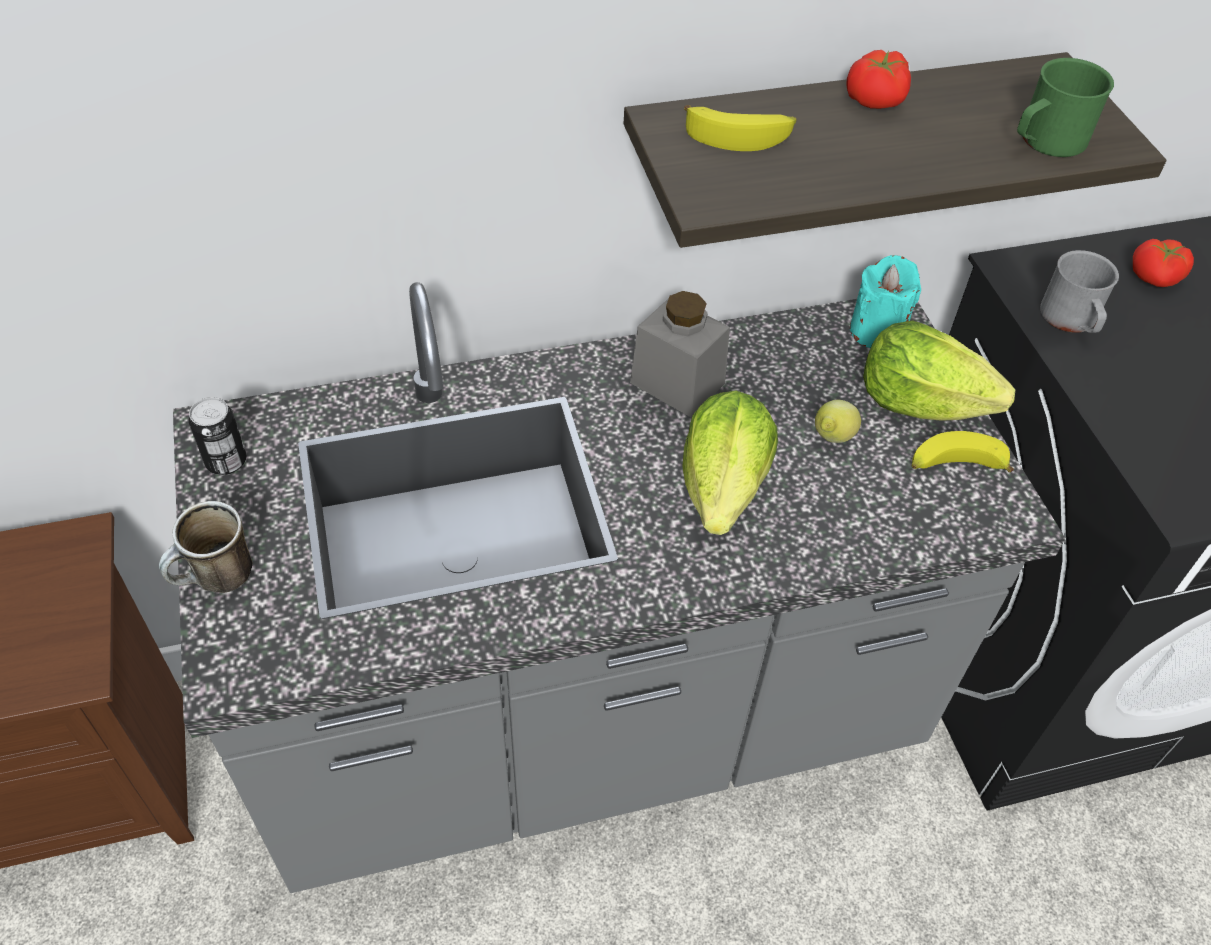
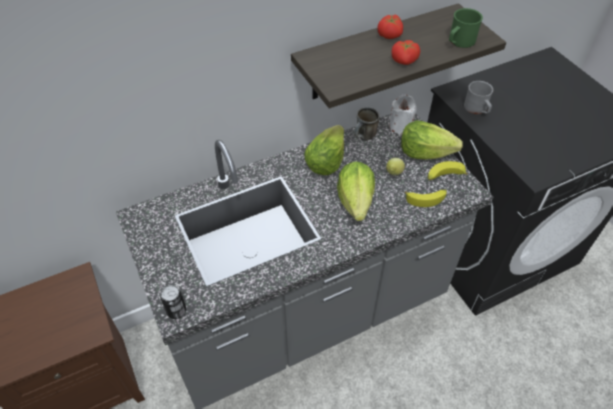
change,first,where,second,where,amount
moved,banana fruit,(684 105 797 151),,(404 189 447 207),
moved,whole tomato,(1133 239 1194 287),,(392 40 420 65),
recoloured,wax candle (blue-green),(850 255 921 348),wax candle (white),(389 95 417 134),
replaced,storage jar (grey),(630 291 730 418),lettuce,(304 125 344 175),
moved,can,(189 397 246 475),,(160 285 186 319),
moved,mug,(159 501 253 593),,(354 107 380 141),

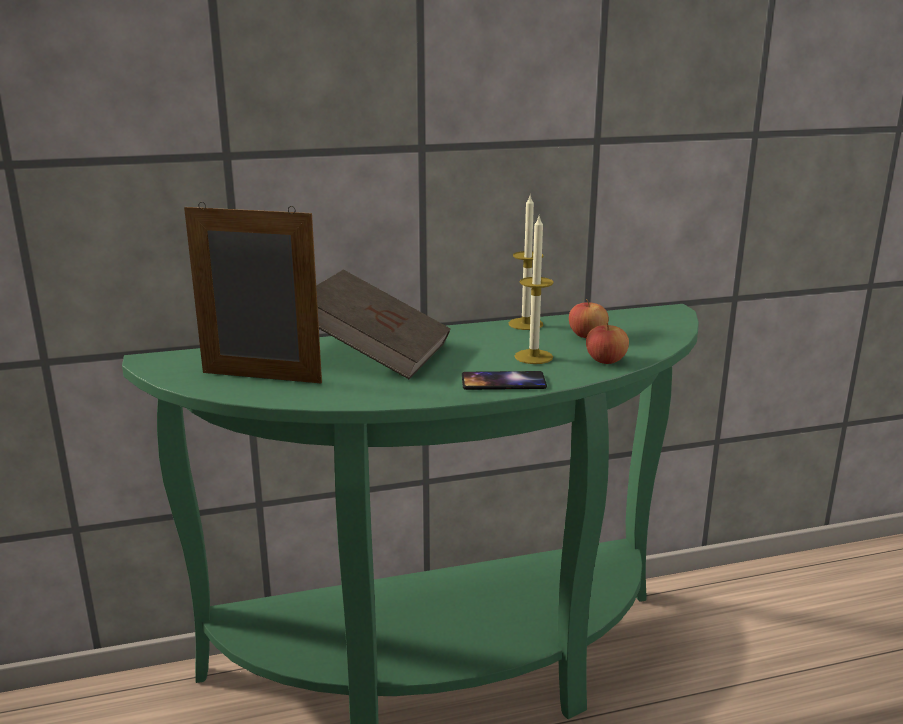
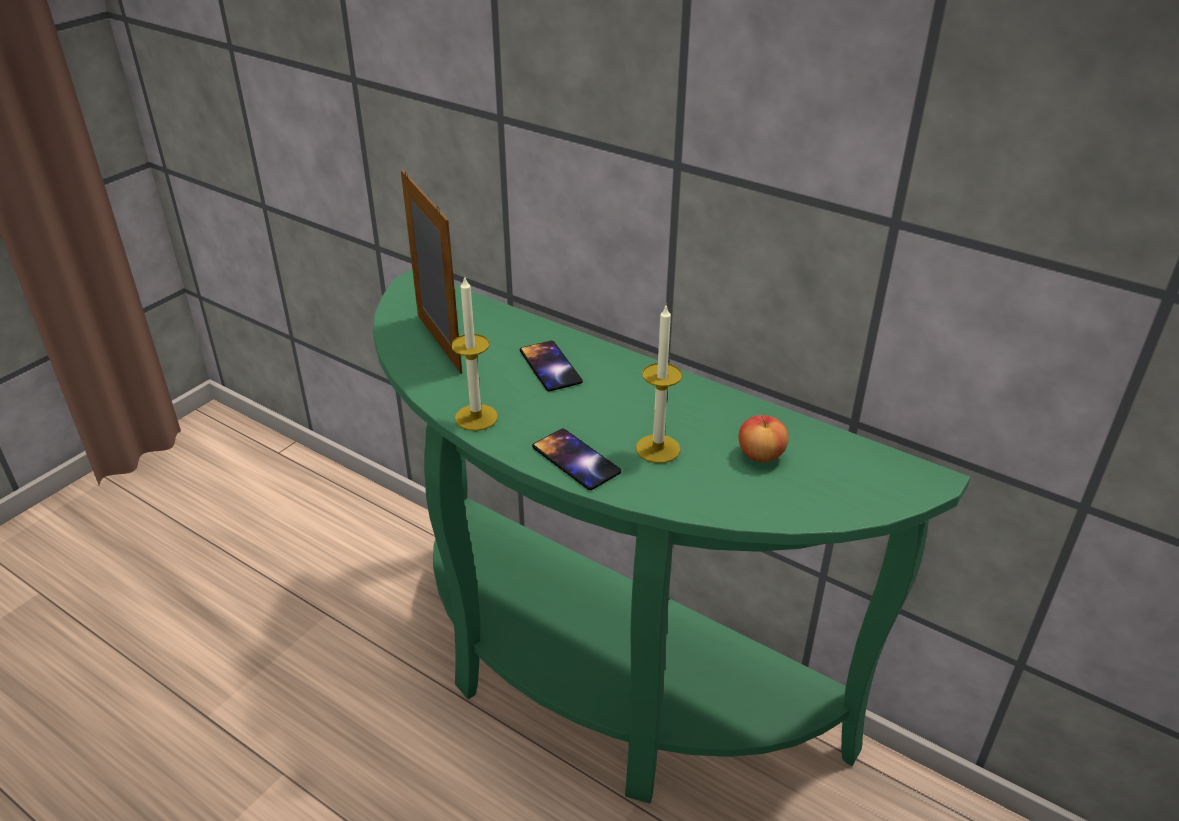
change,first,where,second,where,amount
moved,wax candle,(509 196 543 330),,(451 275 498 431),
replaced,book (brown-coloured),(316 270 451 379),phone,(520 341 583 391),
removed,whole apple,(586 322 629 364),,,

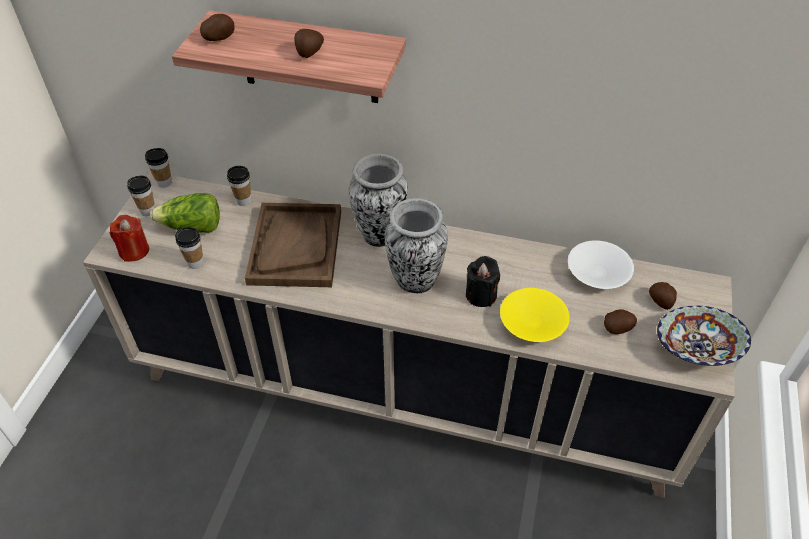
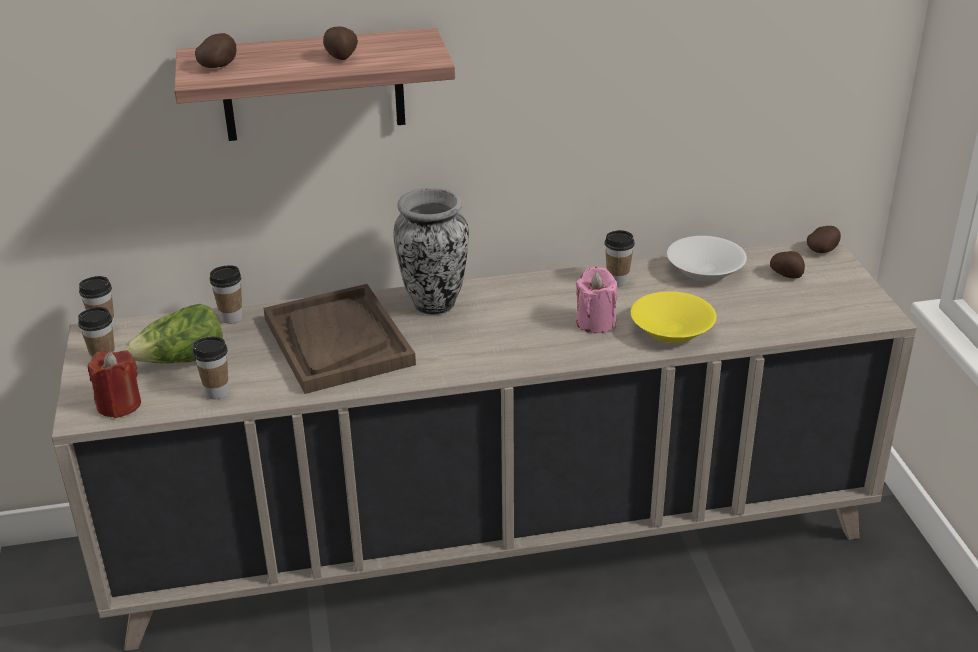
change,first,where,second,where,amount
removed,decorative vase,(385 198 448 293),,,
recoloured,wax candle (black),(466 256 500 307),wax candle (pink-coloured),(576 267 617 333),
removed,serving bowl,(657 306 751 366),,,
moved,potato,(604 309 637 334),,(807 226 841 253),
added,,,drinking cup,(605 230 635 286),

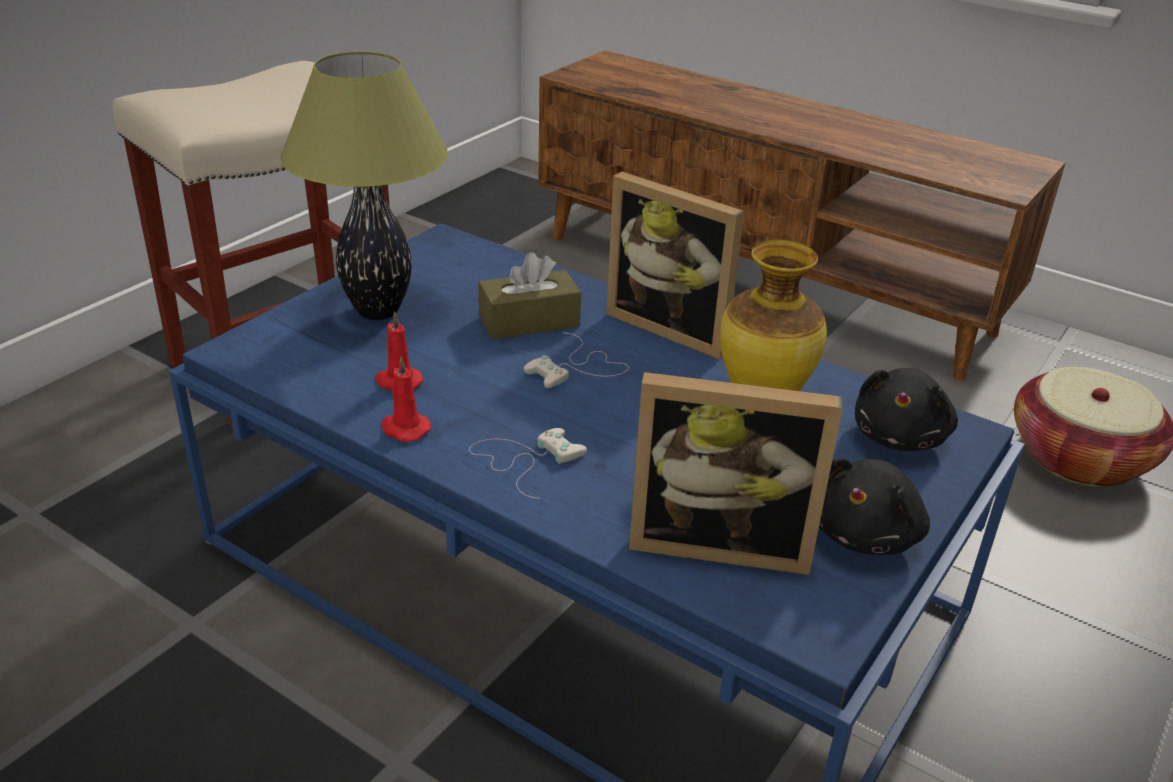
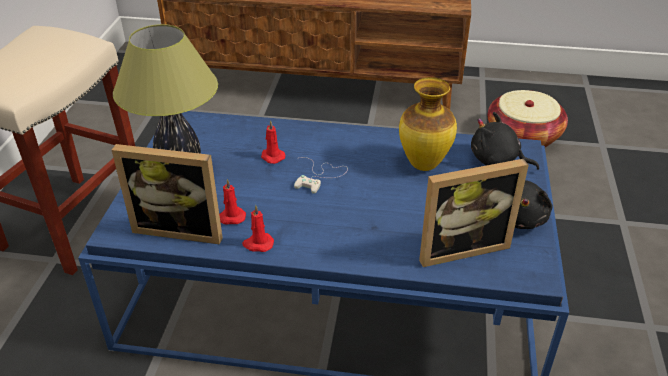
change,first,where,second,where,amount
moved,picture frame,(606 172 745 360),,(112 144 223 244),
replaced,tissue holder (brown-coloured),(478 252 581 340),wax candle (red),(261 120 286 164),
turned,plush toy (black),(855 368 958 451),,(471 112 539 170),120 degrees clockwise
removed,joypad (white),(469 428 587 499),,,

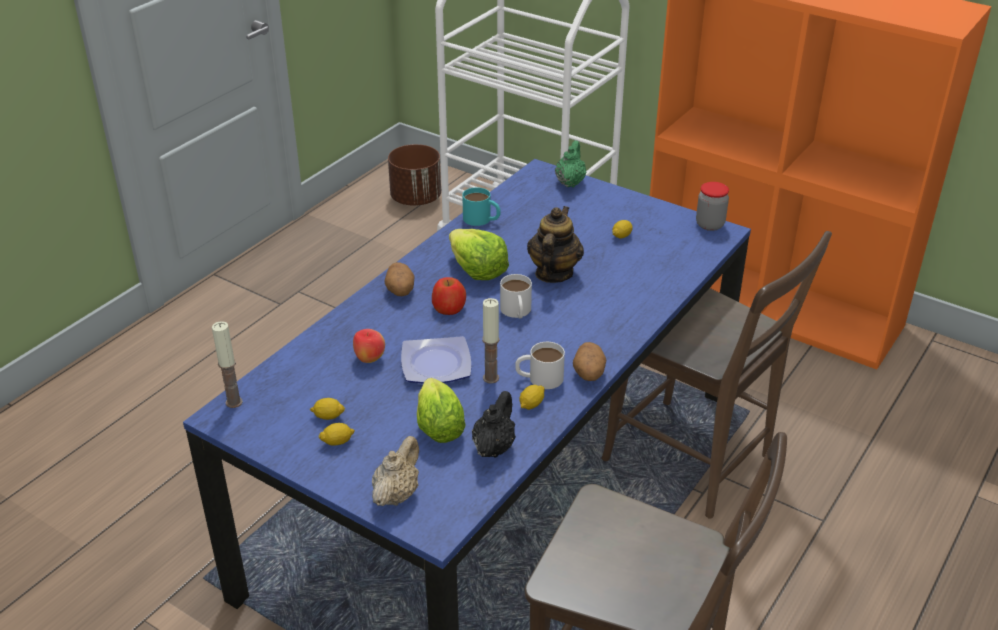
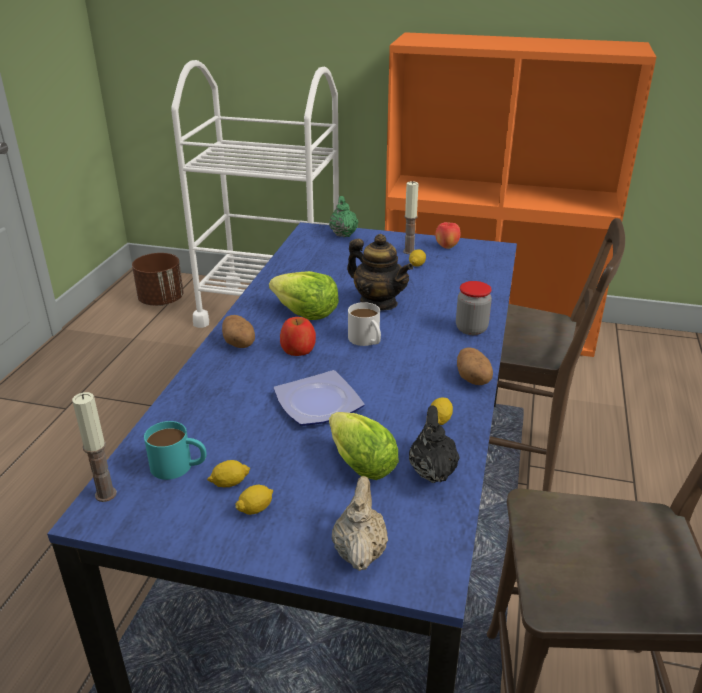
change,first,where,second,where,amount
moved,storage jar,(696 182 729 231),,(456 281 492 335),
moved,mug (blue-green),(462 187 501 226),,(144 421 207 480),
turned,tea pot,(527 206 584 283),,(347 234 413 311),135 degrees clockwise
moved,wax candle,(482 298 500 384),,(403 181 418 254),
moved,whole apple,(353 329 385 363),,(435 222 460 249),
removed,mug (white),(515 342 565 389),,,

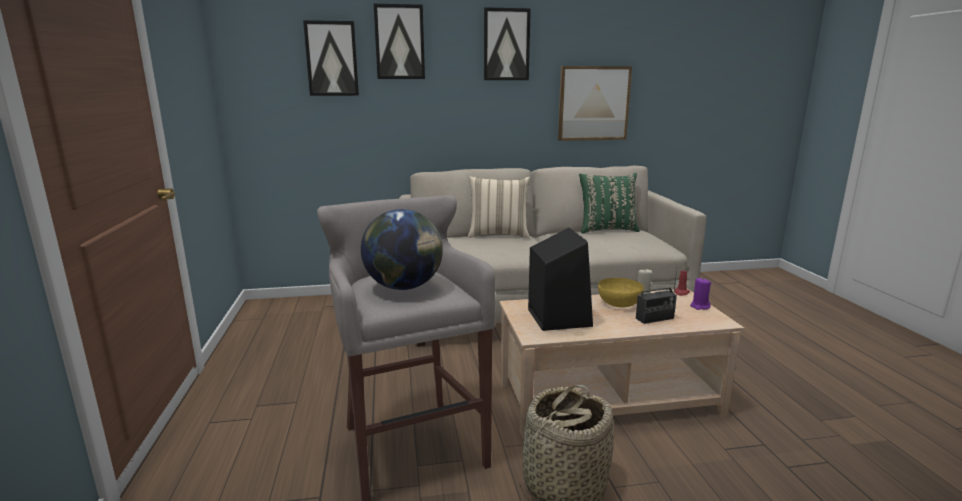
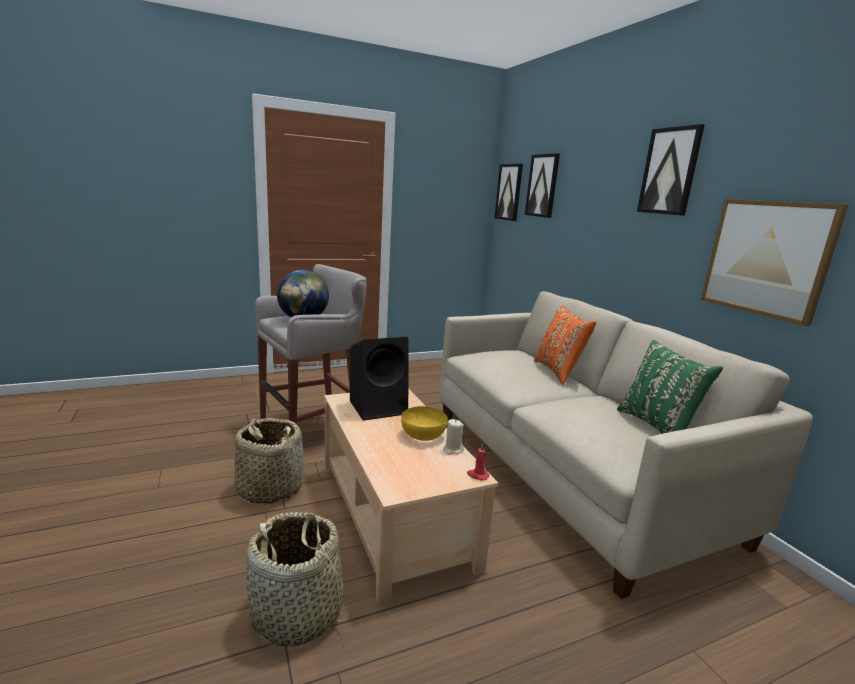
change,first,where,second,where,amount
moved,wall picture,(374 4 425 79),,(495 164 523 221),
recoloured,pillow (beige-coloured),(468 176 530 238),pillow (orangey),(534 305 596 385),
removed,radio receiver,(636 267 677 324),,,
removed,wax candle (purple),(690 278 711 310),,,
added,,,storage basket,(246 512 352 647),

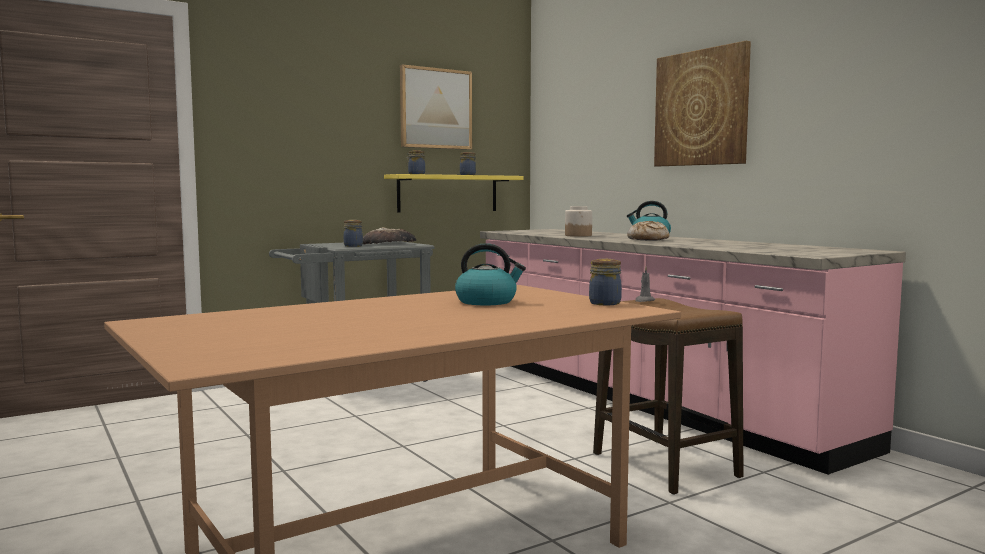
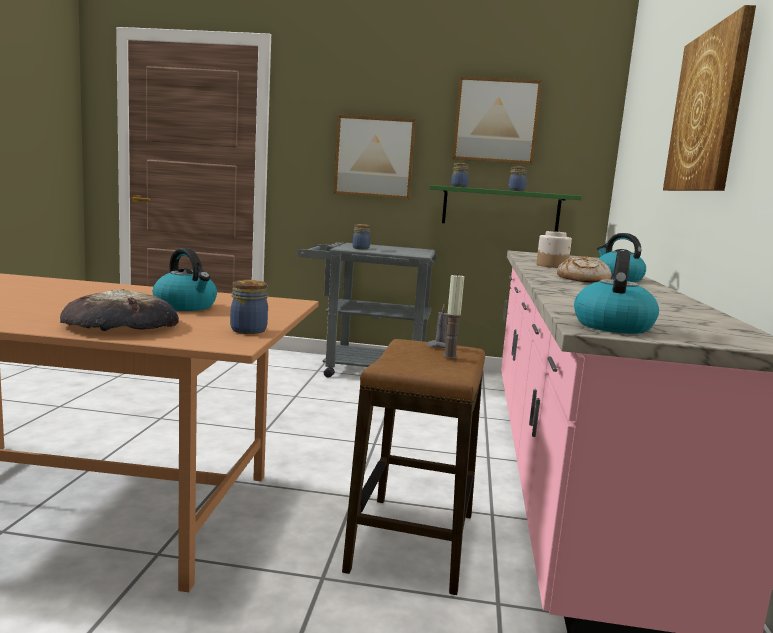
change,first,where,second,where,amount
recoloured,wall shelf (yellow-coloured),(384 174 524 212),wall shelf (greenish),(429 185 582 232),
moved,bakery bread,(363 227 416 245),,(60 289 179 331),
added,,,wall picture,(334 115 416 199),
added,,,kettle,(574 250 659 334),
added,,,wax candle,(443 273 464 359),

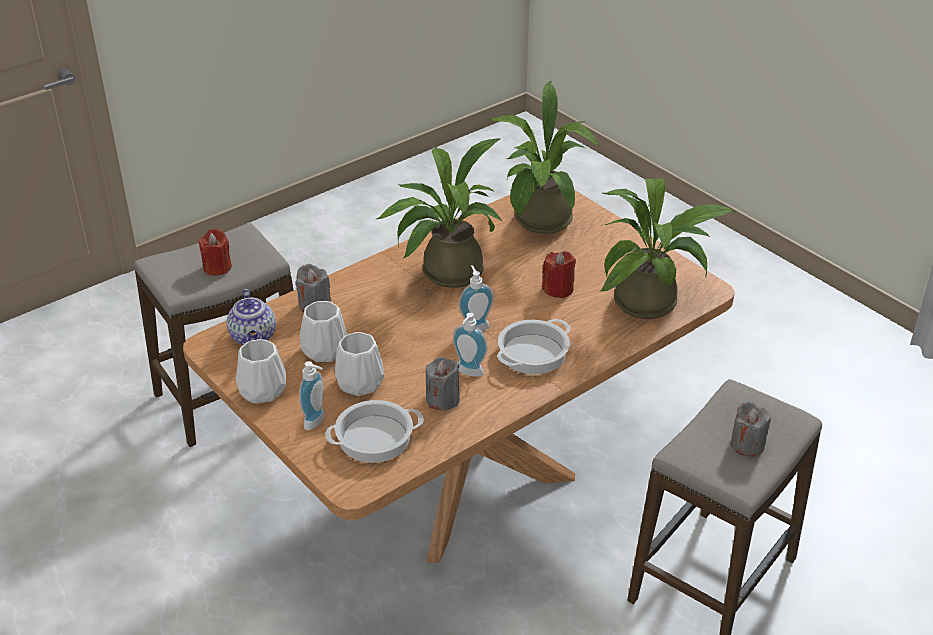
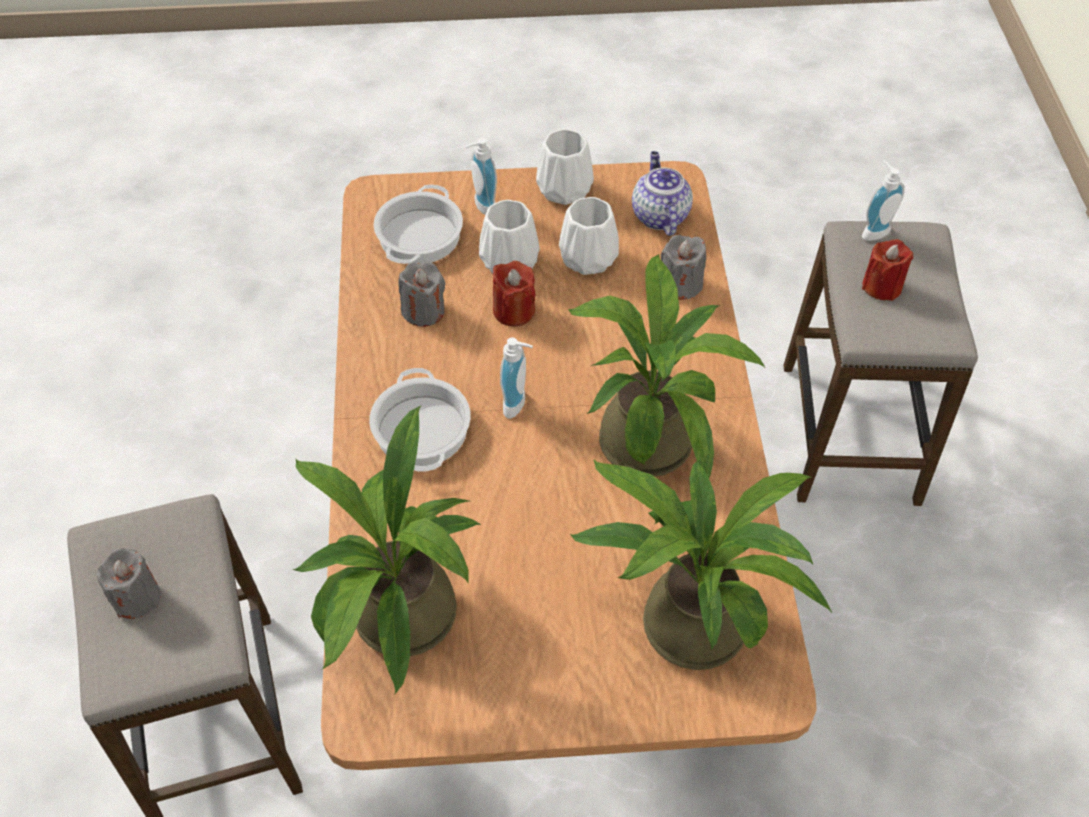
change,first,where,second,where,amount
moved,wax candle (red),(542 251 576 298),,(493 261 536 326),
turned,tea pot,(227 289 276 345),,(632 151 693 236),60 degrees clockwise
moved,soap dispenser,(453 313 488 377),,(862 160 905 241),

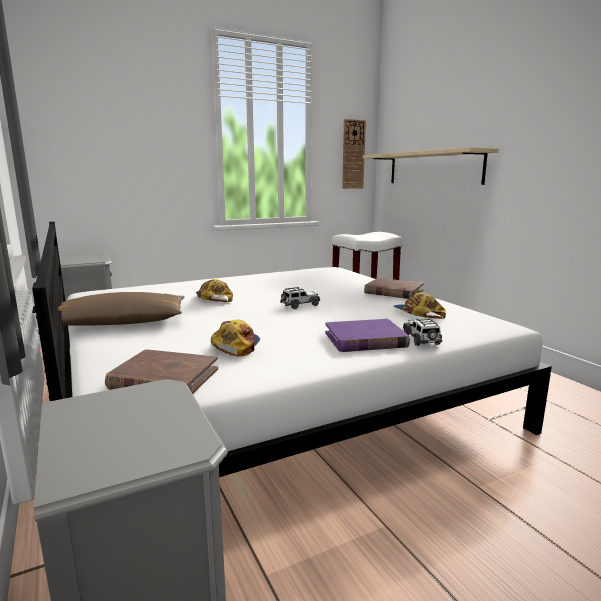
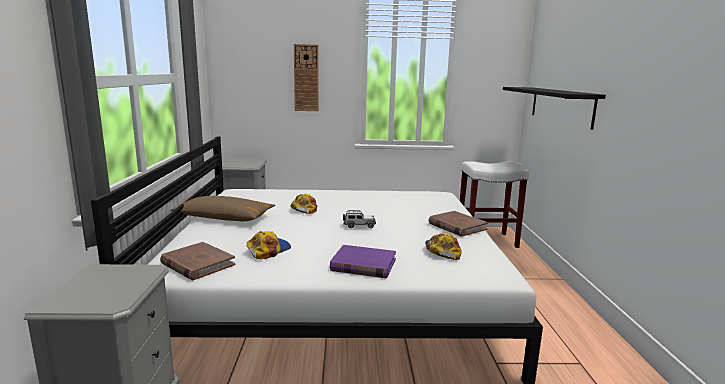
change,first,where,second,where,amount
moved,clock on the wall,(342 119 366 189),,(294 44 319 111),
recoloured,wall shelf (beige-coloured),(363 147 498 185),wall shelf (black),(503 87 606 130),
removed,miniature car,(403 318 442 346),,,

